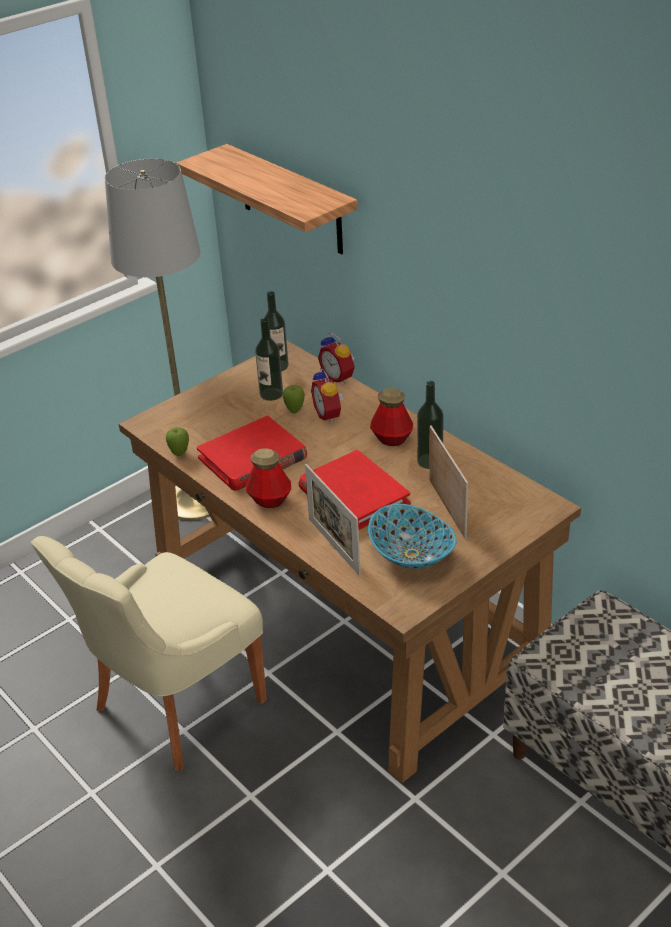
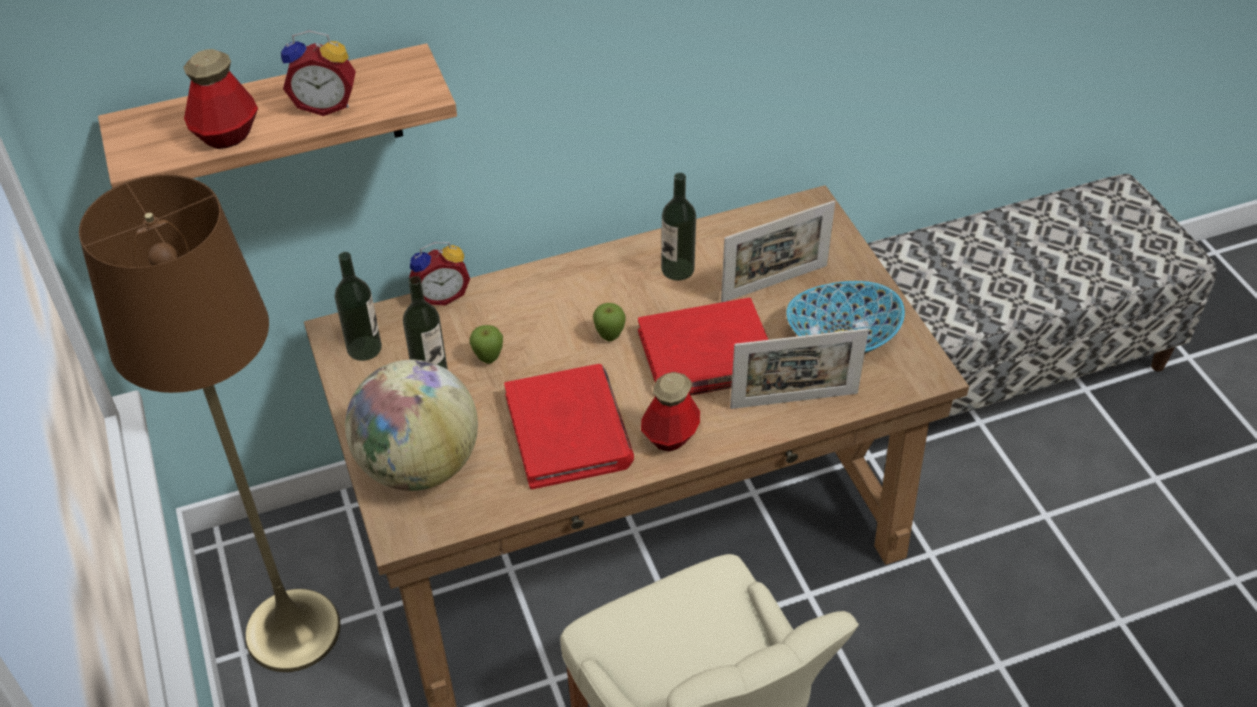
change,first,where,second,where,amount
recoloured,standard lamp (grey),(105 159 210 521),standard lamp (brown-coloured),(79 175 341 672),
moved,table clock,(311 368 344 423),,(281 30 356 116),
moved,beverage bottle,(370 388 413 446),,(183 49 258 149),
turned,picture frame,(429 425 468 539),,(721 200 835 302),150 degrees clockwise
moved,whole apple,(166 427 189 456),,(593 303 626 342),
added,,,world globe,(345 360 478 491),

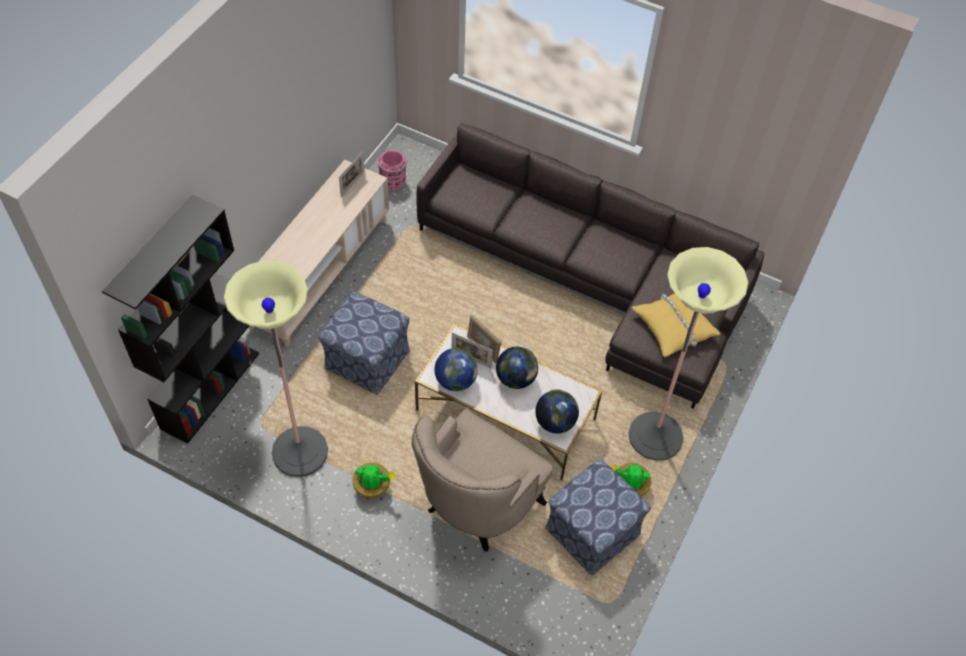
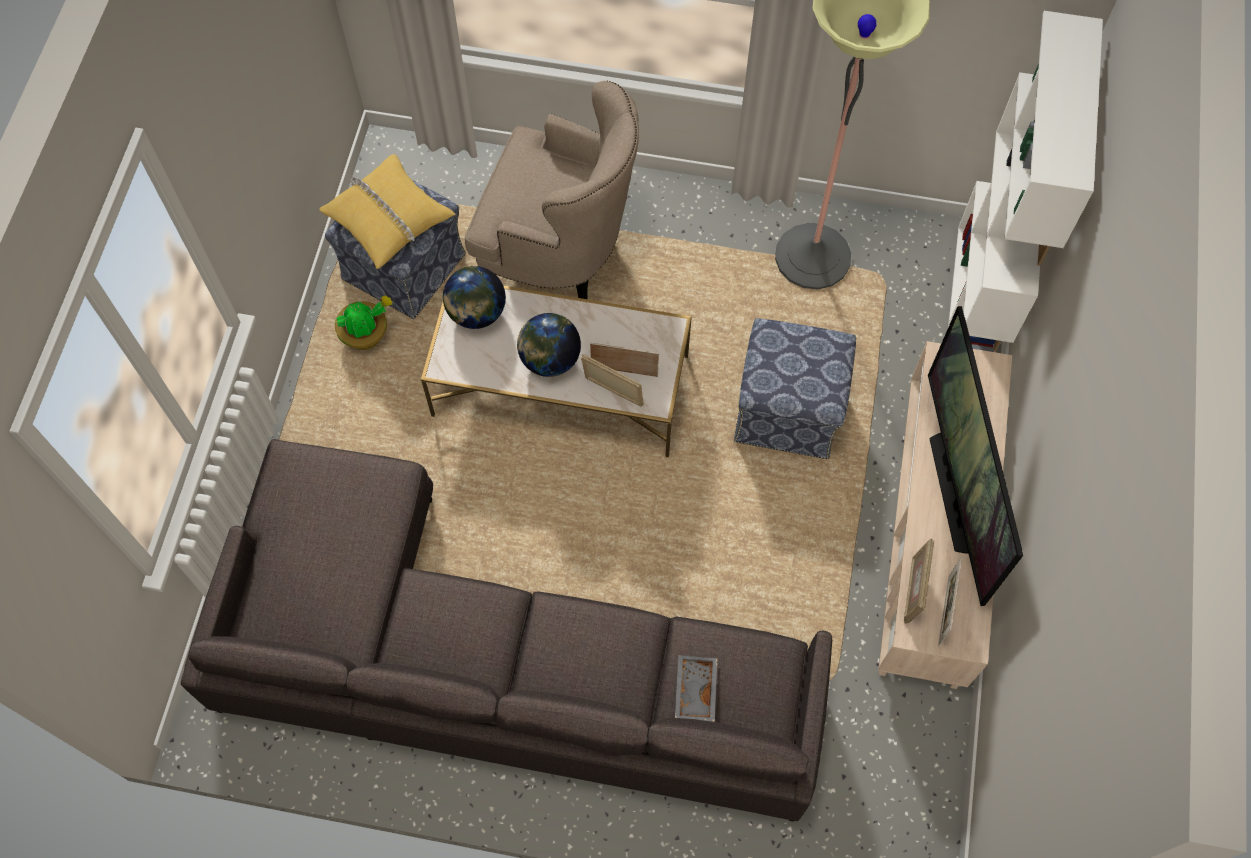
change,first,where,second,where,amount
removed,decorative vase (pink-coloured),(378 150 407 190),,,
recoloured,bookcase (black),(102 195 259 444),bookcase (white),(948 11 1103 352),
removed,standard lamp,(628 247 748 461),,,
moved,pillow (yellow-coloured),(631 293 720 358),,(319 154 456 269),
removed,world globe,(435 348 478 391),,,
turned,lounge chair (beige-coloured),(412 409 553 552),,(465 81 639 299),90 degrees clockwise
removed,houseplant,(353 463 396 498),,,
added,,,television,(928 306 1023 606),
added,,,picture frame,(904 538 934 624),
added,,,serving tray (grey),(675 655 718 722),

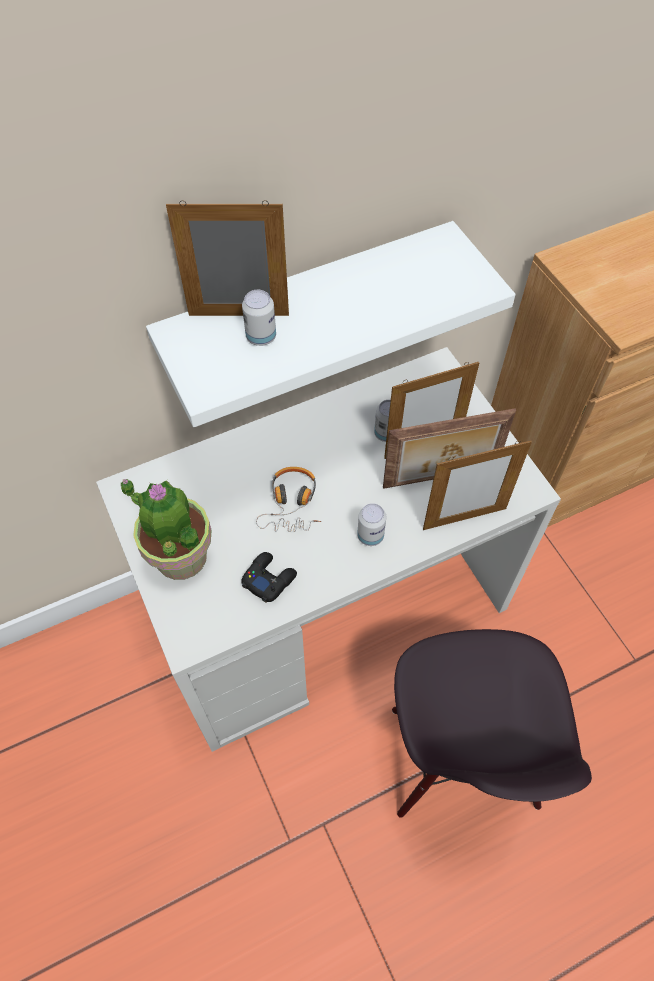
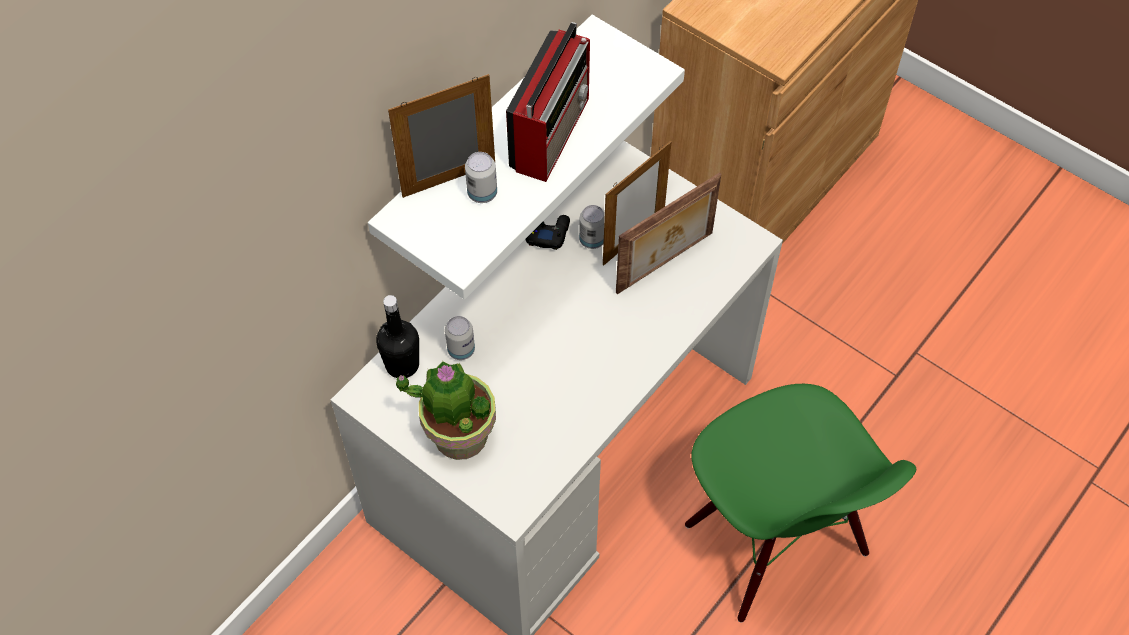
change,first,where,second,where,amount
removed,picture frame,(423 441 532 530),,,
removed,pair of headphones,(256 467 321 532),,,
moved,can,(357 503 386 546),,(445 316 475 360),
moved,joypad (black),(241 552 297 603),,(526 215 570 250),
recoloured,plain chair (black),(392 629 592 818),plain chair (greenish),(685 384 916 623),
added,,,radio receiver,(506 22 590 182),
added,,,beverage bottle (black),(376 295 419 378),

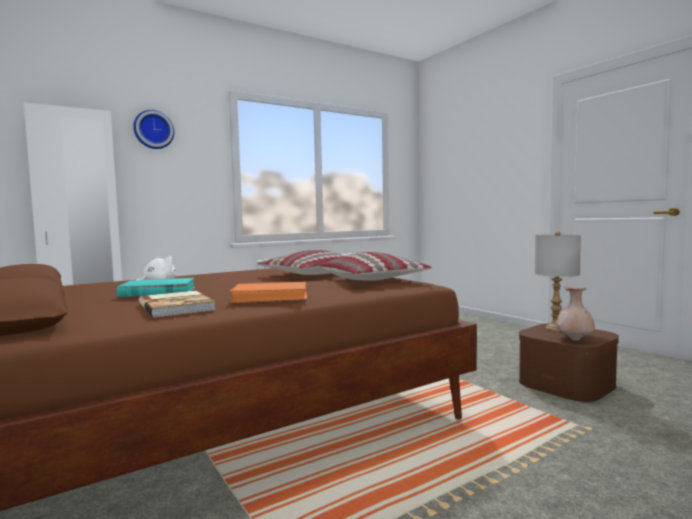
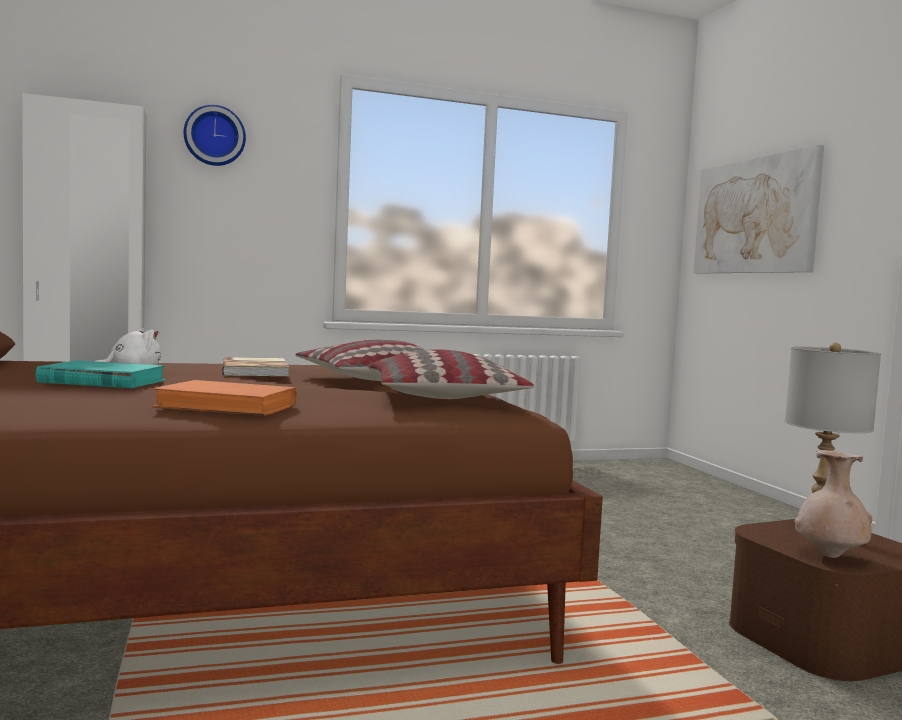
change,first,where,second,where,amount
moved,book,(139 291 216 318),,(222 357 290 376),
added,,,wall picture,(694 145 824 274),

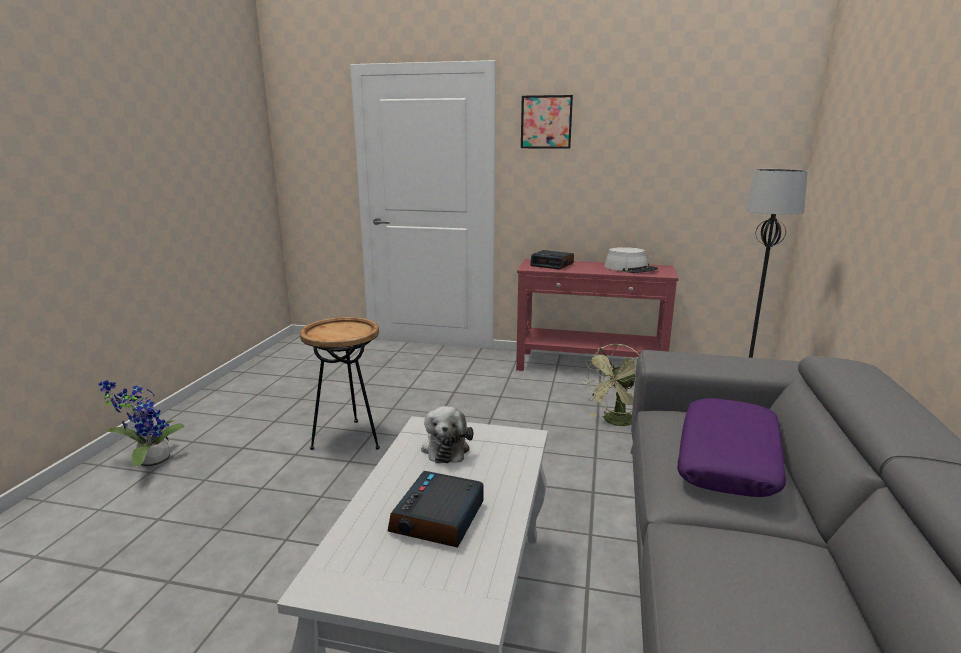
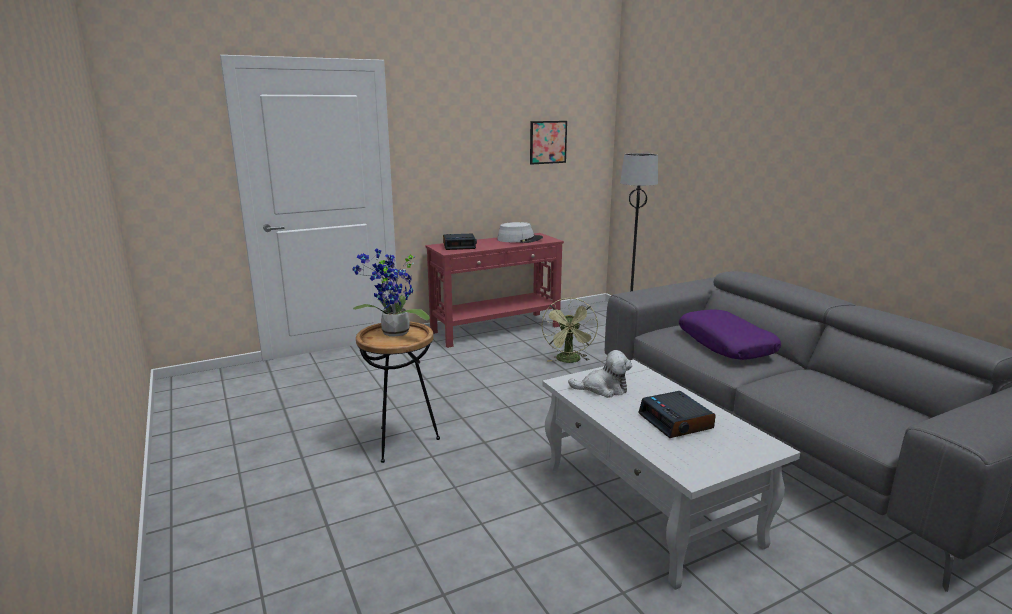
change,first,where,second,where,amount
moved,wall picture,(521 95 573 149),,(530 121 567 165),
moved,houseplant,(99 380 185 469),,(352 248 430 336),
turned,plush toy,(421 406 473 463),,(568 350 632 398),45 degrees counterclockwise

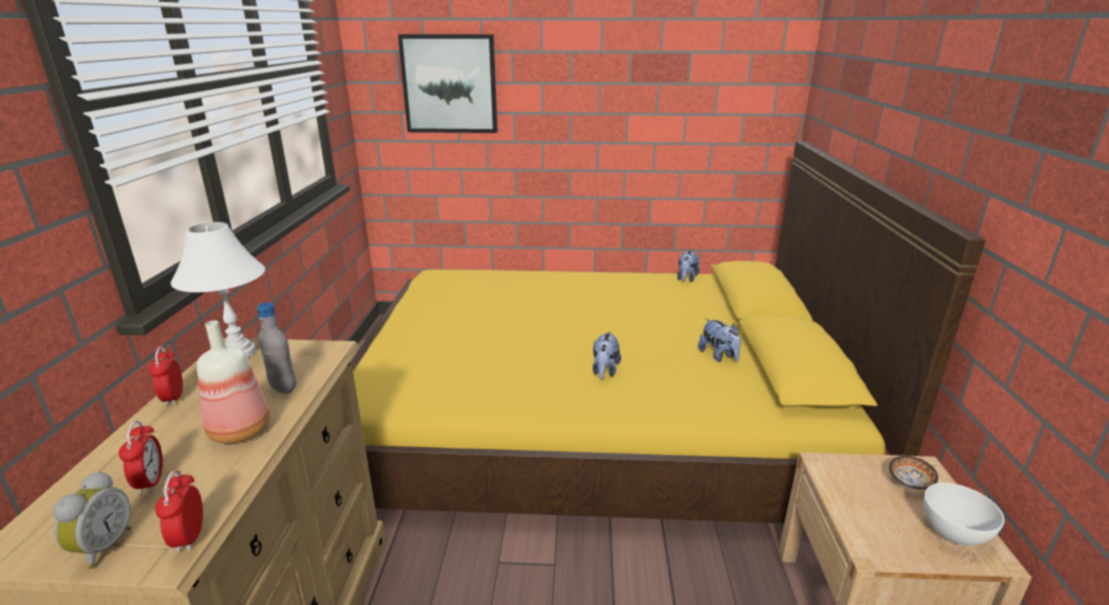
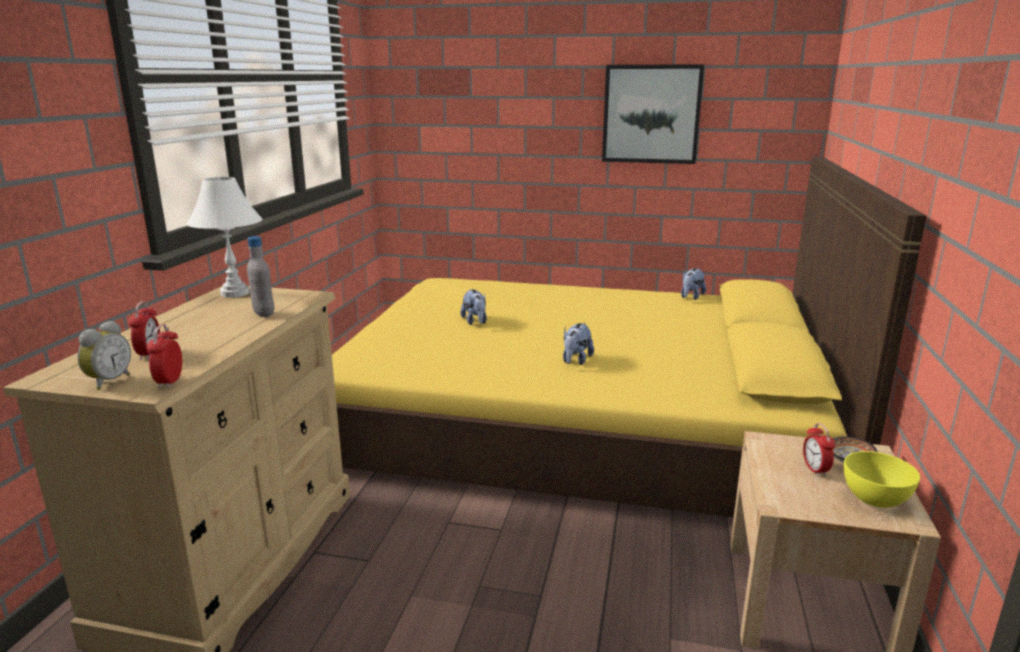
change,first,where,second,where,amount
moved,wall picture,(398 34 498 133),,(602 64 704 164),
moved,plush toy,(698 318 741 362),,(460 289 487 325),
removed,beverage bottle,(197 320 270 444),,,
moved,table clock,(149 346 183 406),,(803 423 835 477),
recoloured,serving bowl (white),(923 483 1005 546),serving bowl (yellow-coloured),(844 451 920 508),

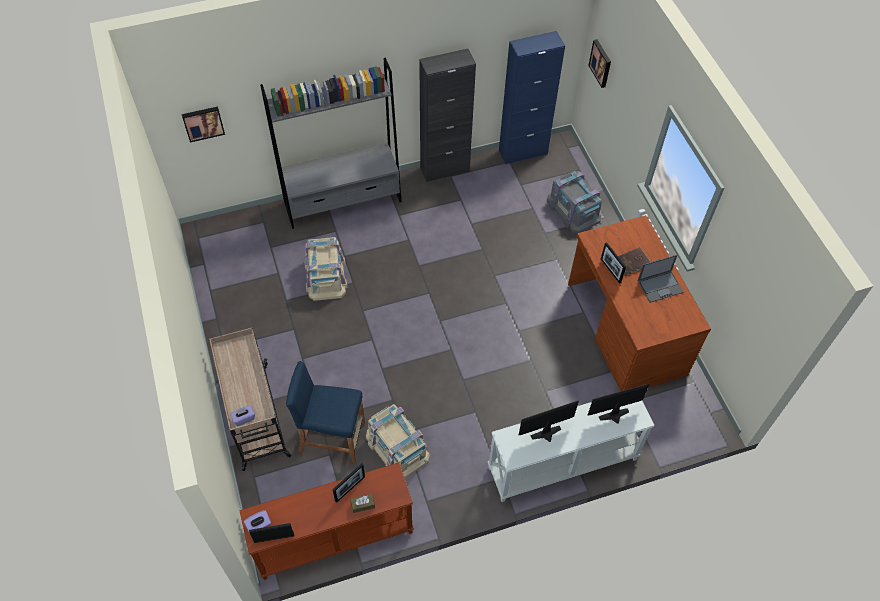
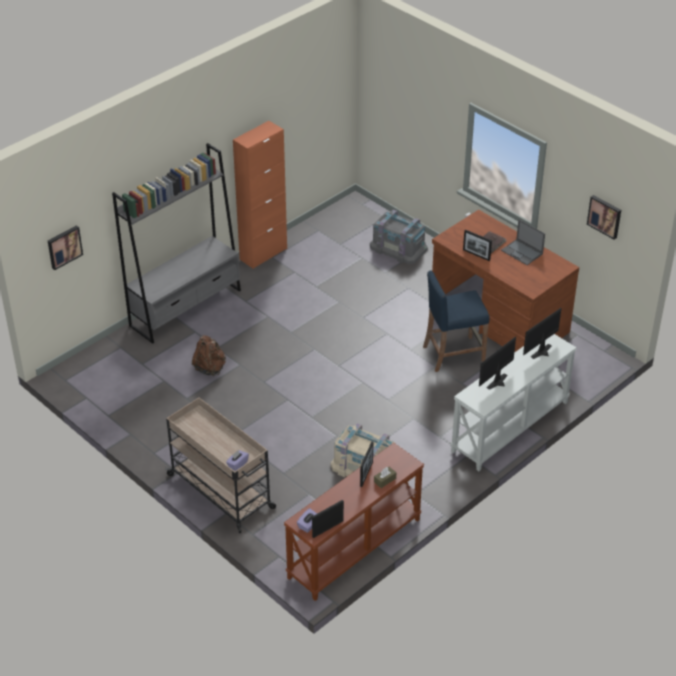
change,first,where,second,where,amount
removed,storage cabinet (blue-coloured),(499 31 565 165),,,
moved,wall picture,(588 39 611 88),,(587 195 621 240),
recoloured,storage cabinet (black),(419 49 476 182),storage cabinet (orangey),(233 121 287 269),
replaced,storage bin (beige-coloured),(305 237 347 301),knapsack (brown-coloured),(192 335 226 376),
turned,laptop,(638 255 683 303),,(501 220 545 265),90 degrees clockwise
moved,sitting stool (blue-coloured),(286 361 365 463),,(423 271 490 372),

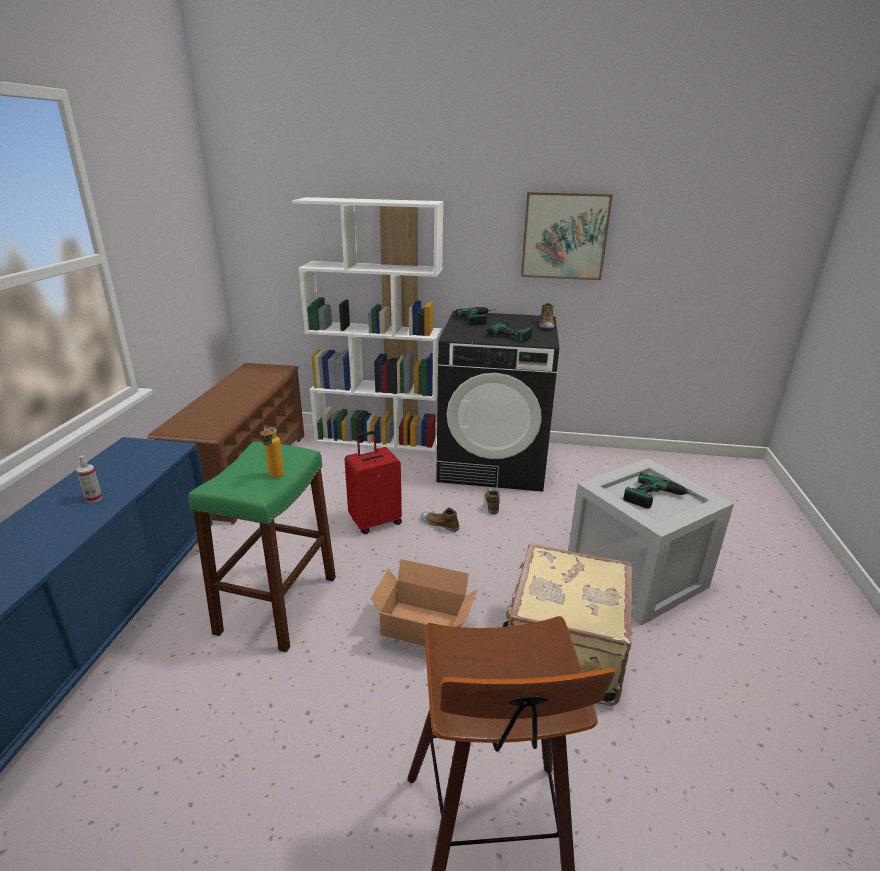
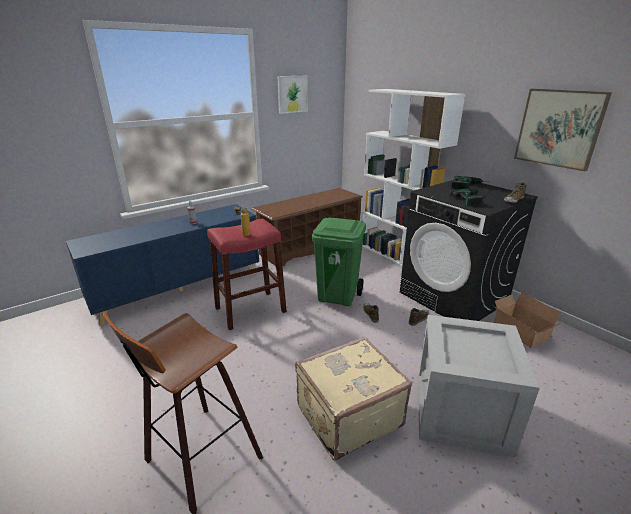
change,first,where,second,where,amount
replaced,suitcase (red),(345 431 402 534),rubbish bin (greenish),(312 217 366 306),
recoloured,sitting stool (greenish),(189 442 336 652),sitting stool (red),(207 219 287 330),
removed,power drill,(623 472 699 509),,,
moved,packing box,(371 559 478 646),,(494 292 562 348),
added,,,wall picture,(277 76 308 114),

